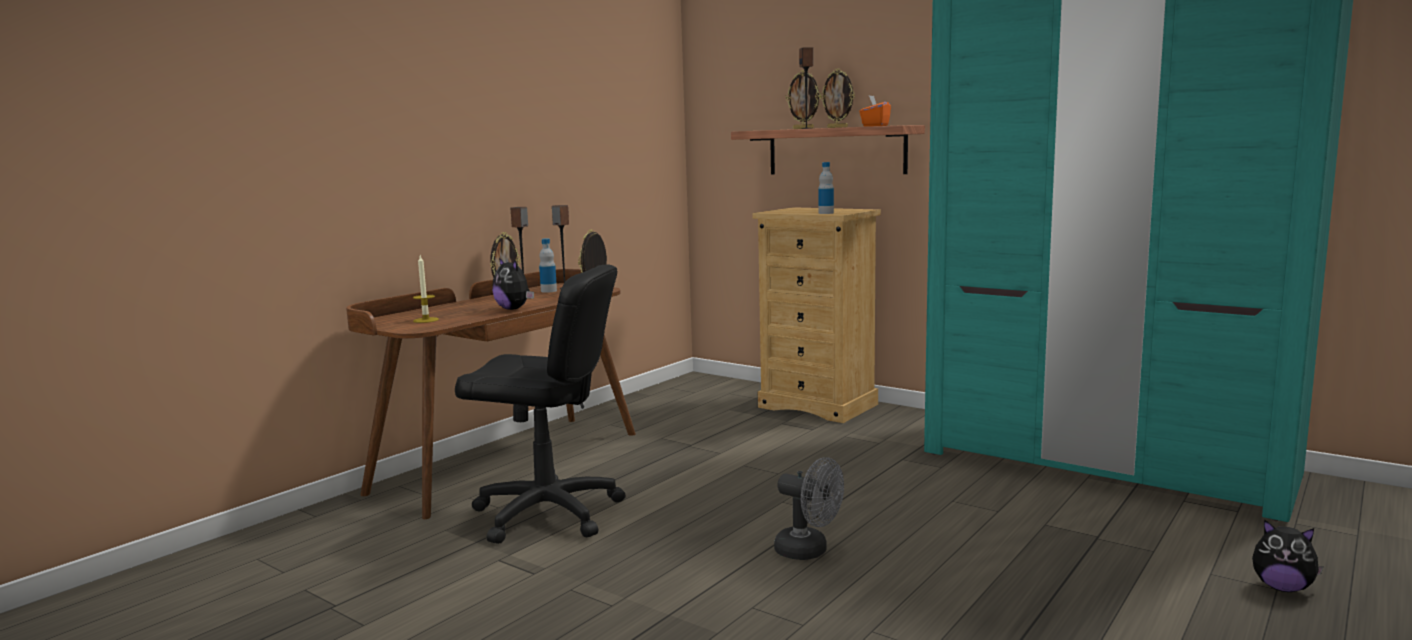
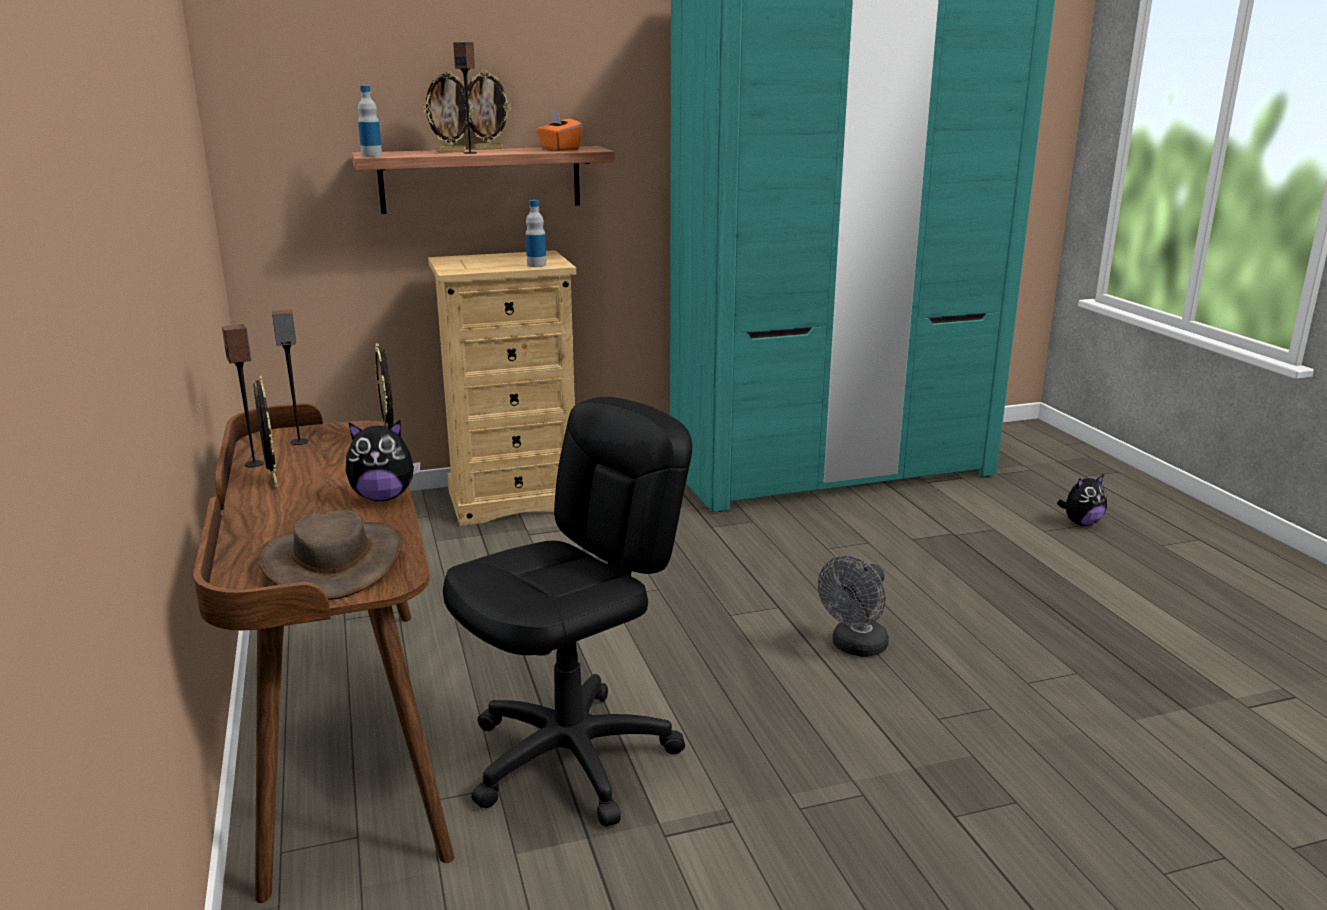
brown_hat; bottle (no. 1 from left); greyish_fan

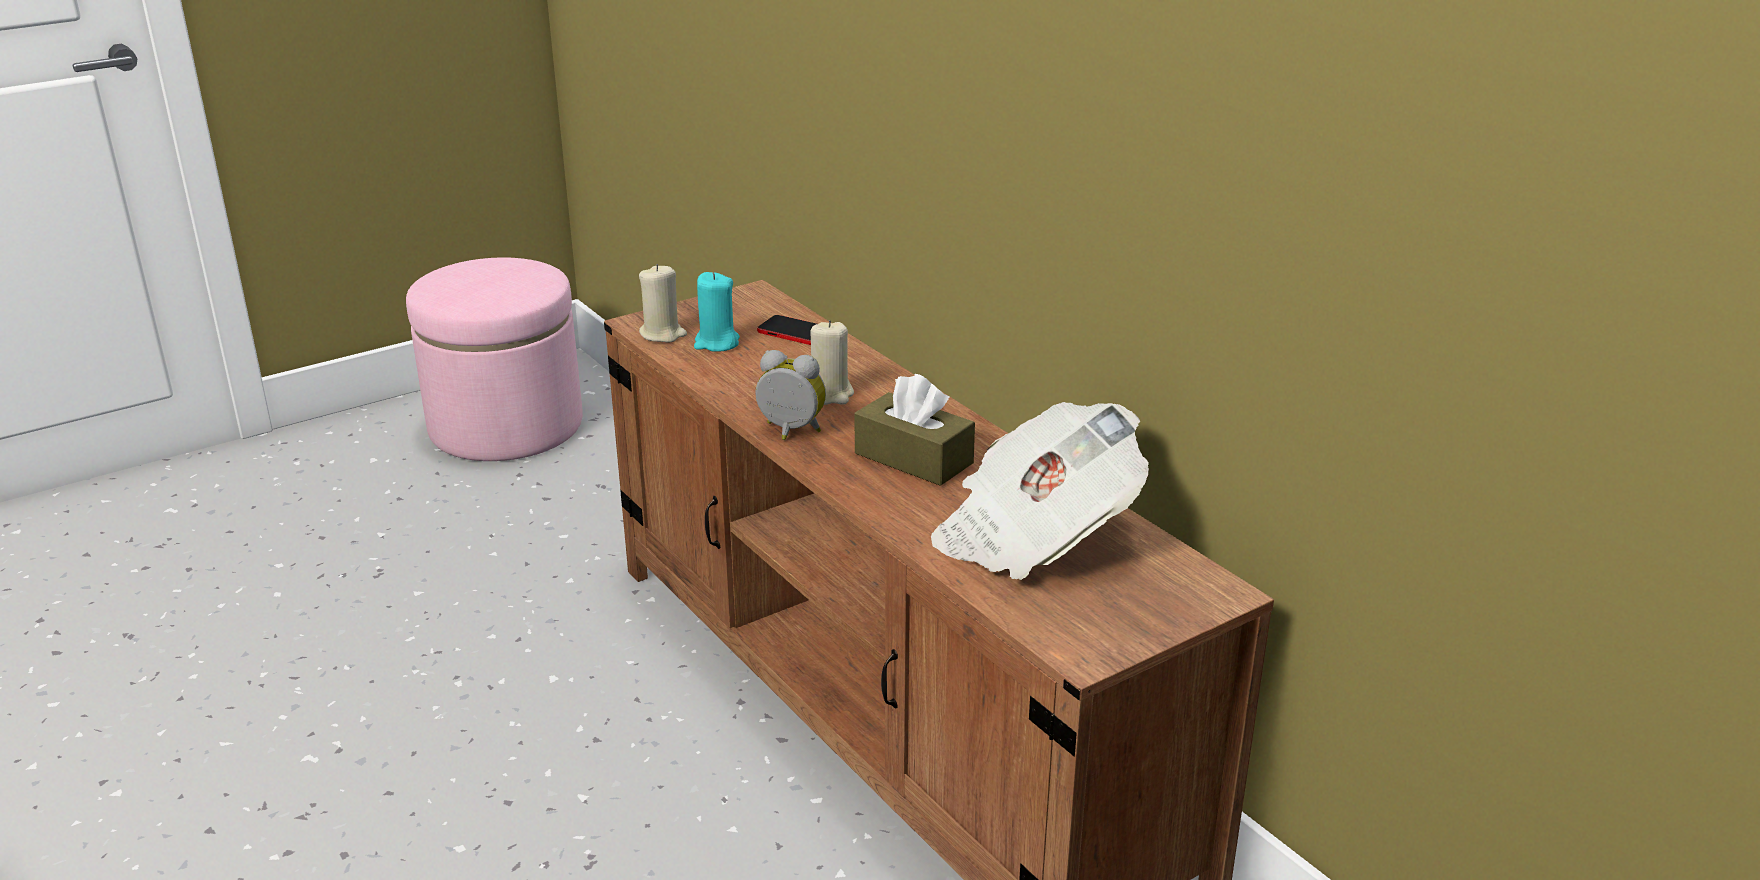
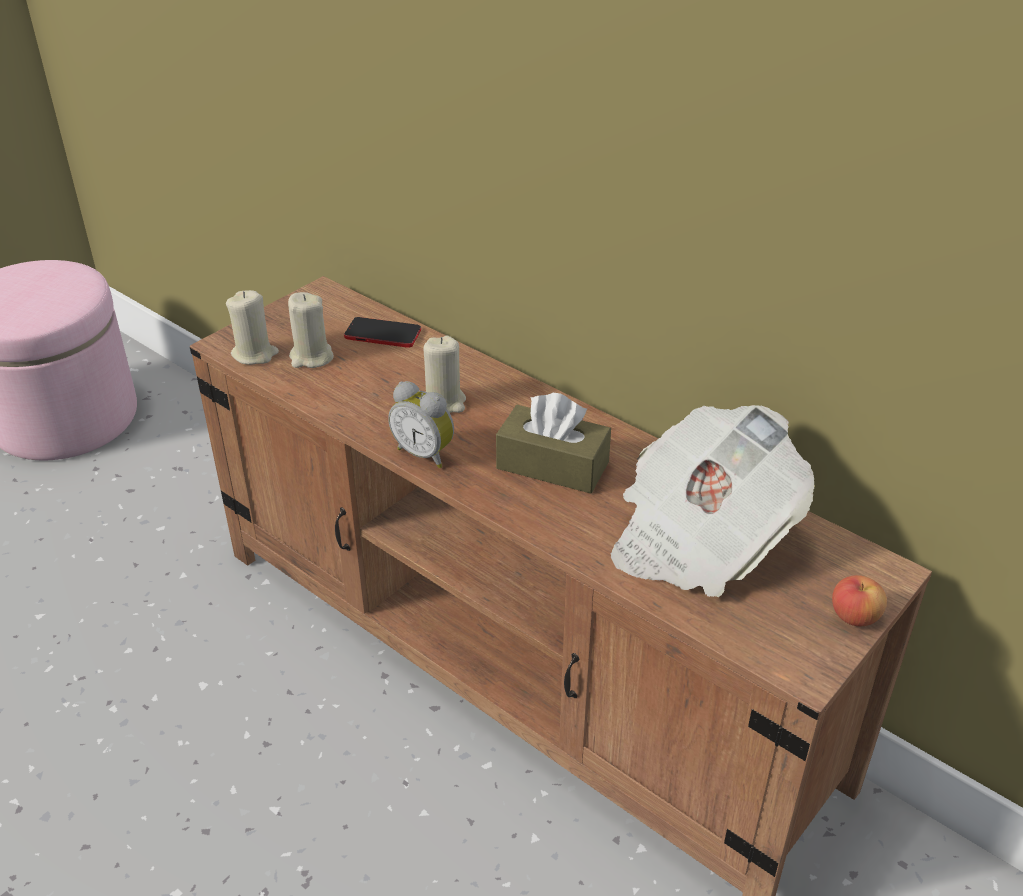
beige_wax_candle (no. 2 from left); table_clock; apple

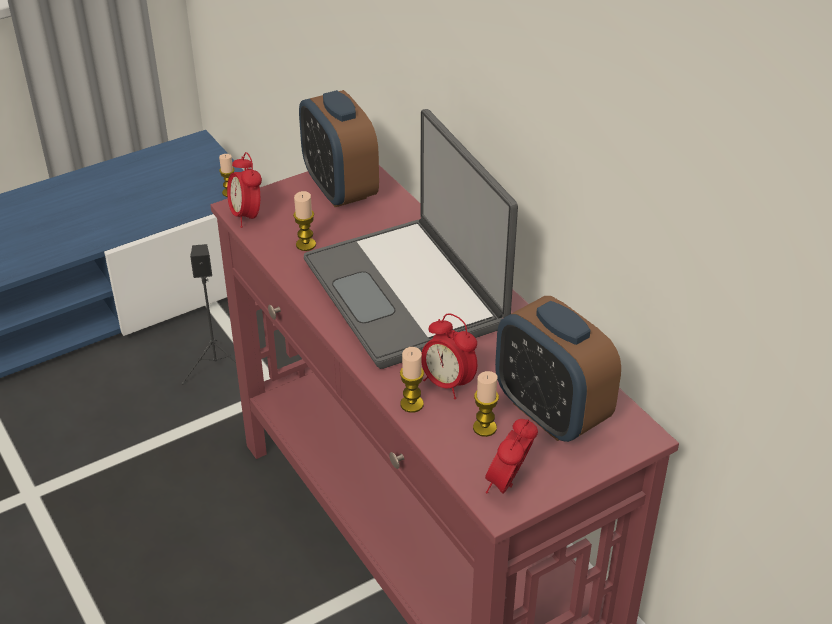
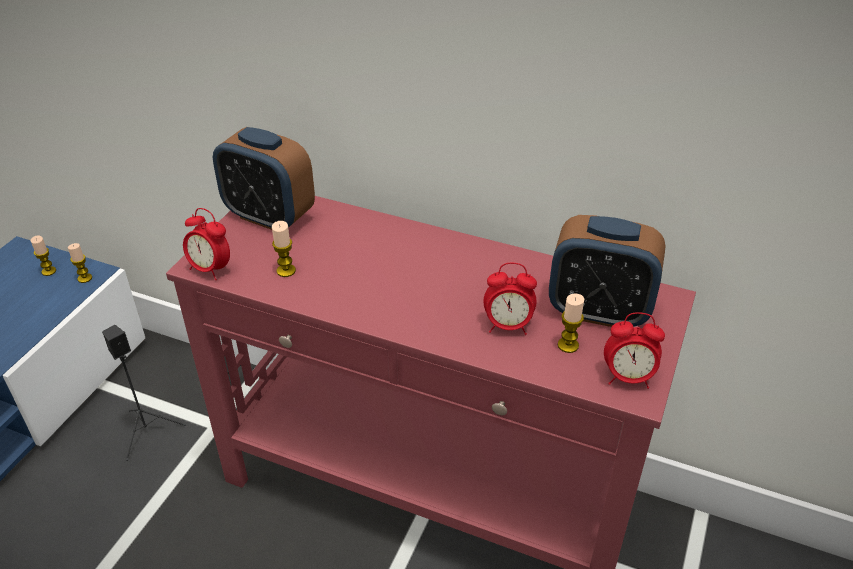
notebook_computer; wax_candle (no. 1 from left); table_clock (no. 5 from left)

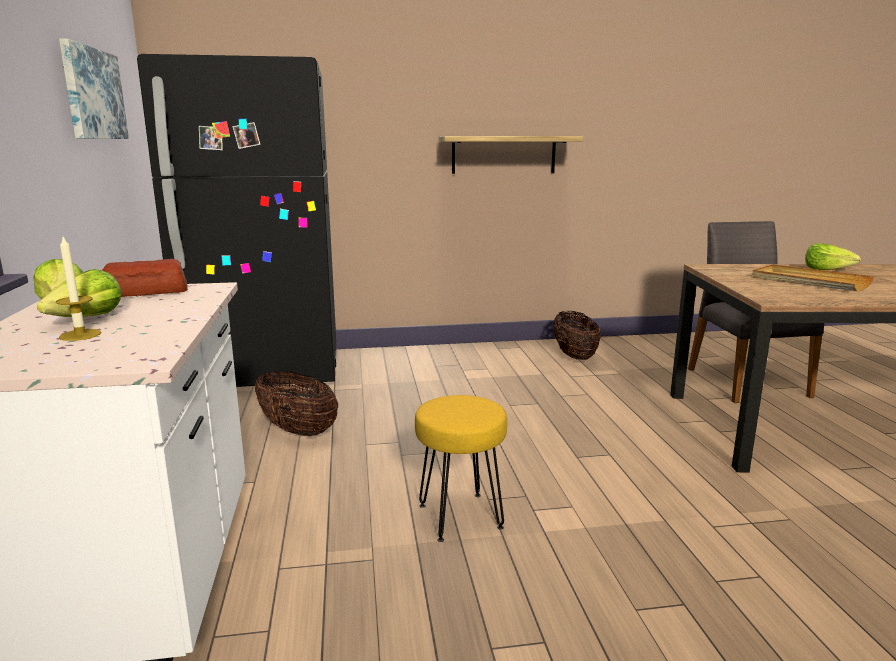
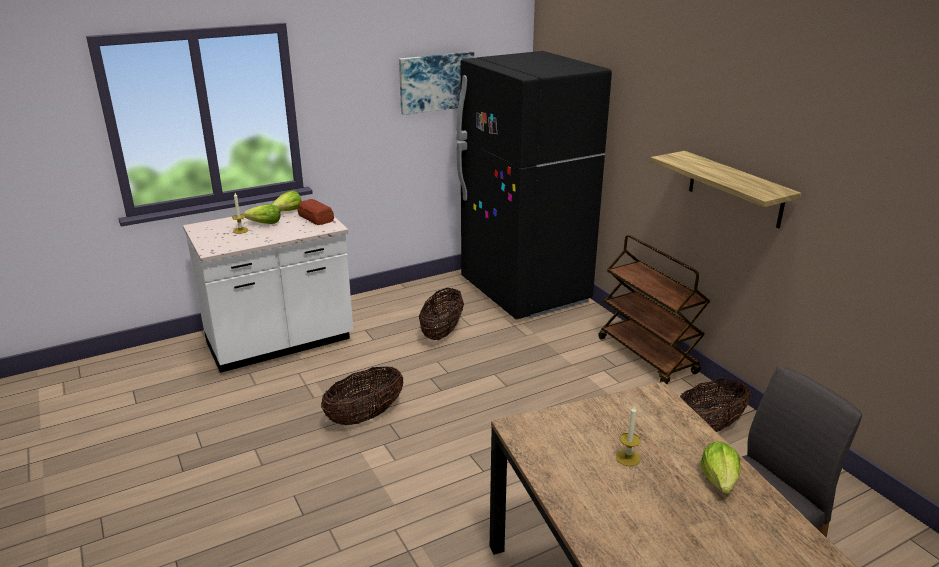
basket (no. 1 from left); wax_candle (no. 2 from left); brown_wheeled_cart

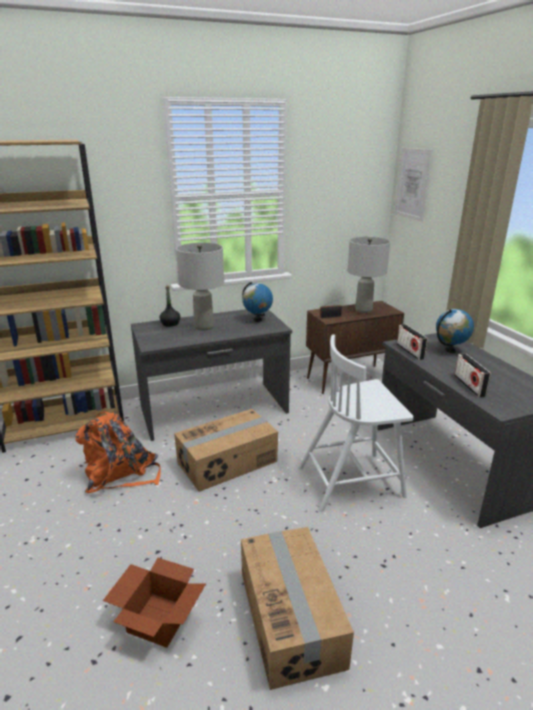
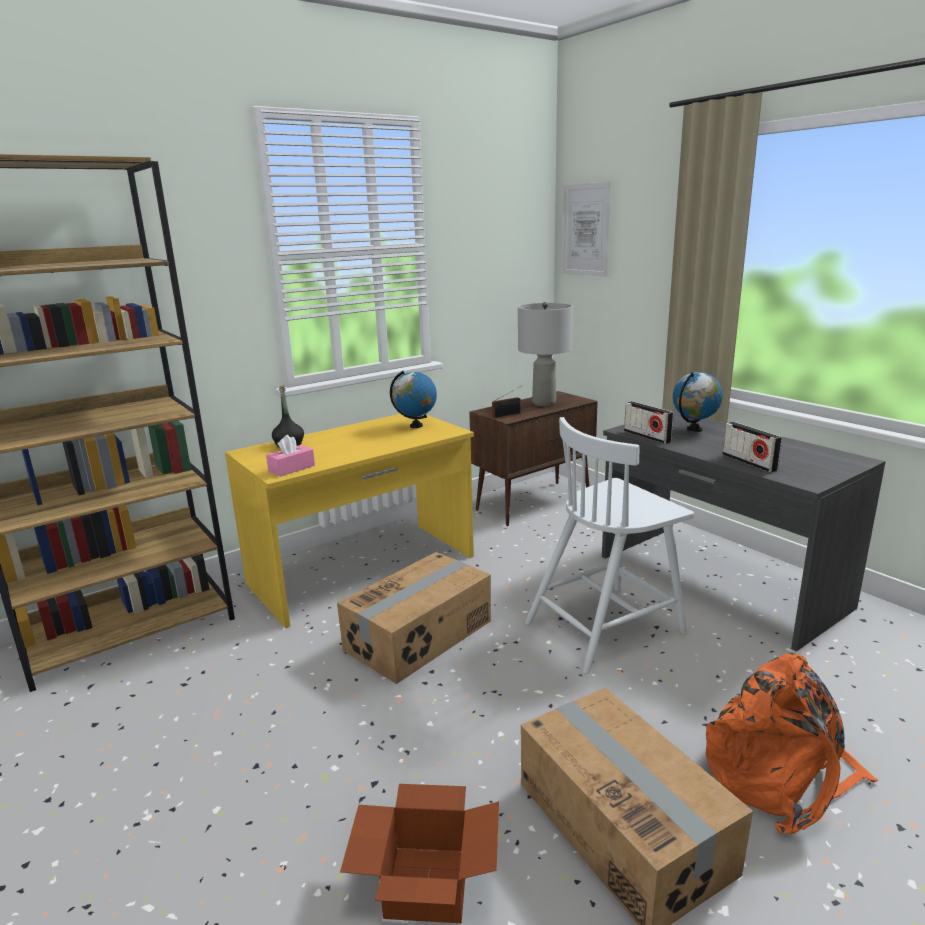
orange-coloured_rucksack; yellowish_desk; greyish_table_lamp (no. 1 from left in the first image); pinkish_box_of_tissues

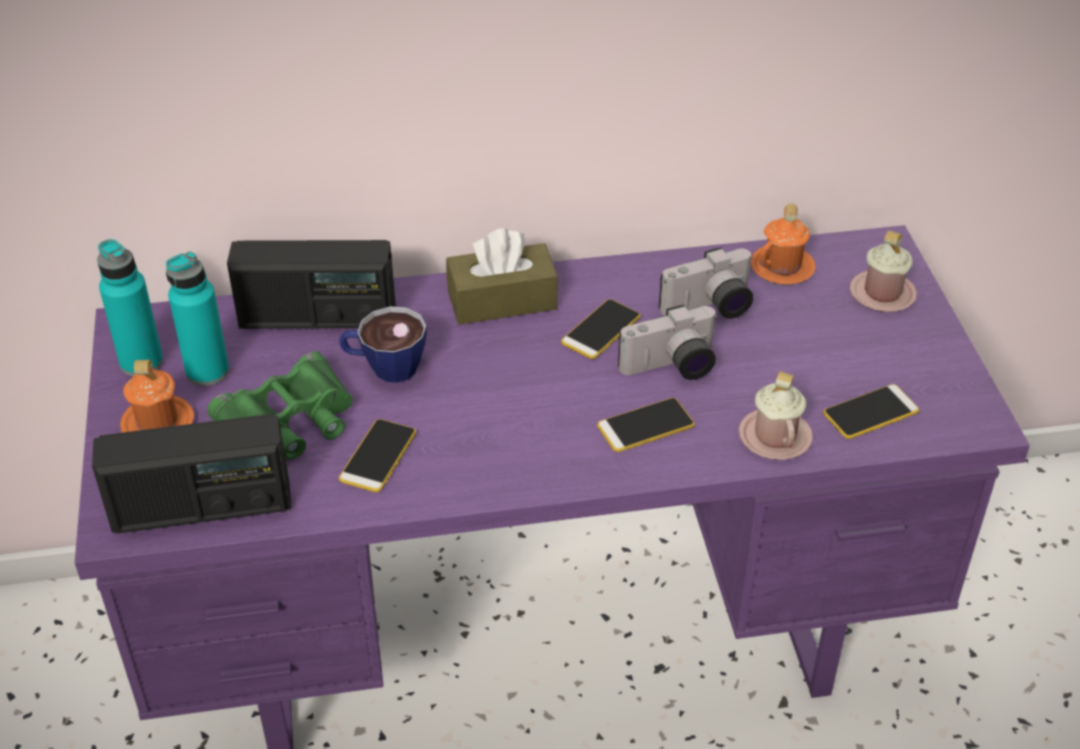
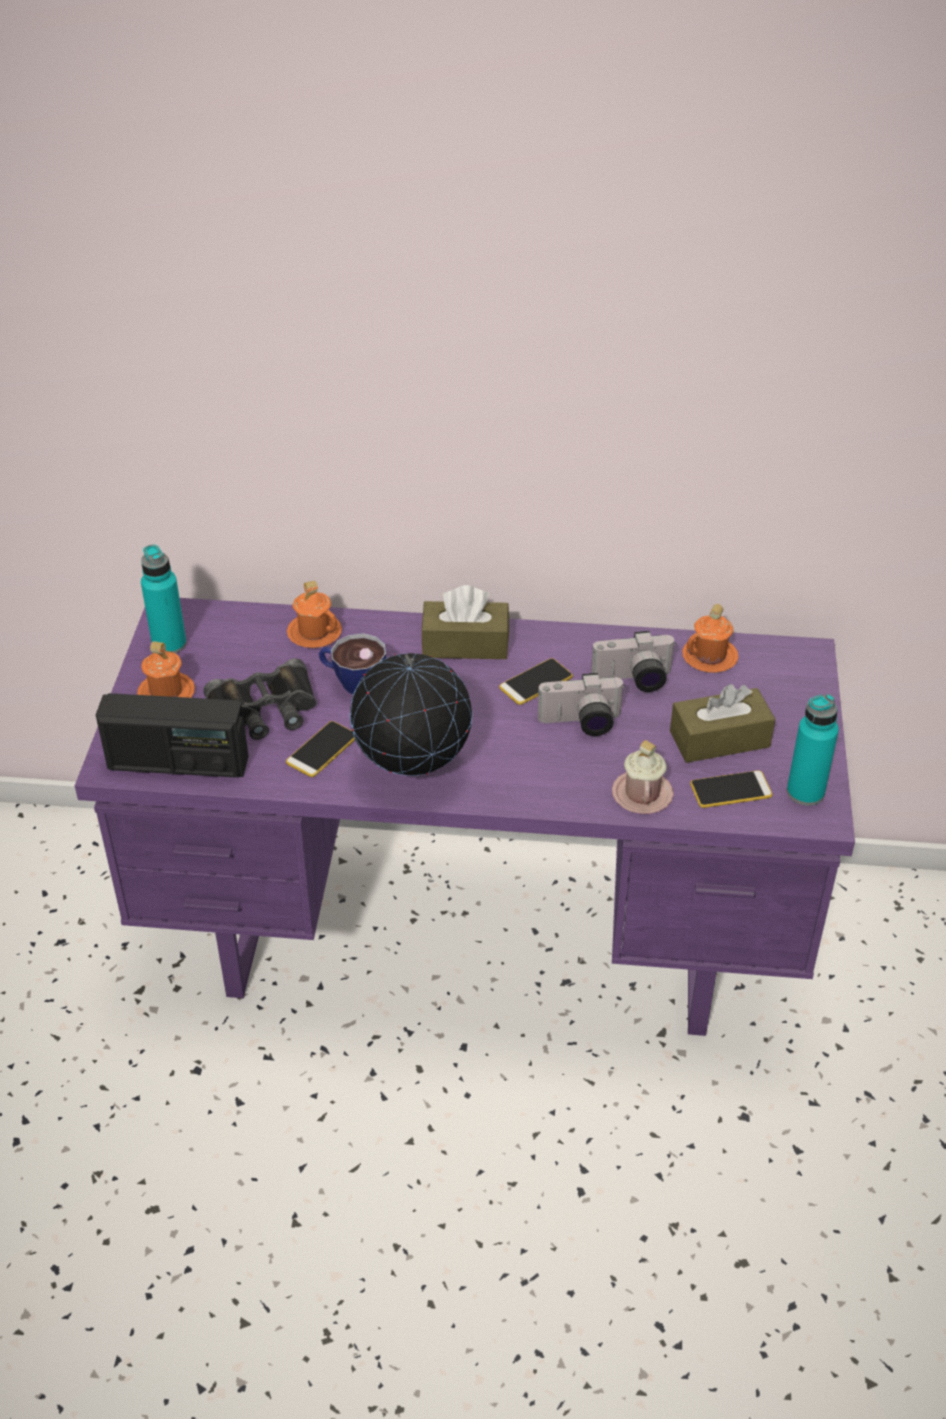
turquoise-coloured_bottle (no. 2 from left); blackish_pair_of_binoculars; orange-coloured_tea_mug (no. 2 from left); telephone (no. 3 from left in the first image); pinkish_tea_mug (no. 2 from left in the first image); world_globe; brown_box_of_tissues (no. 2 from left)

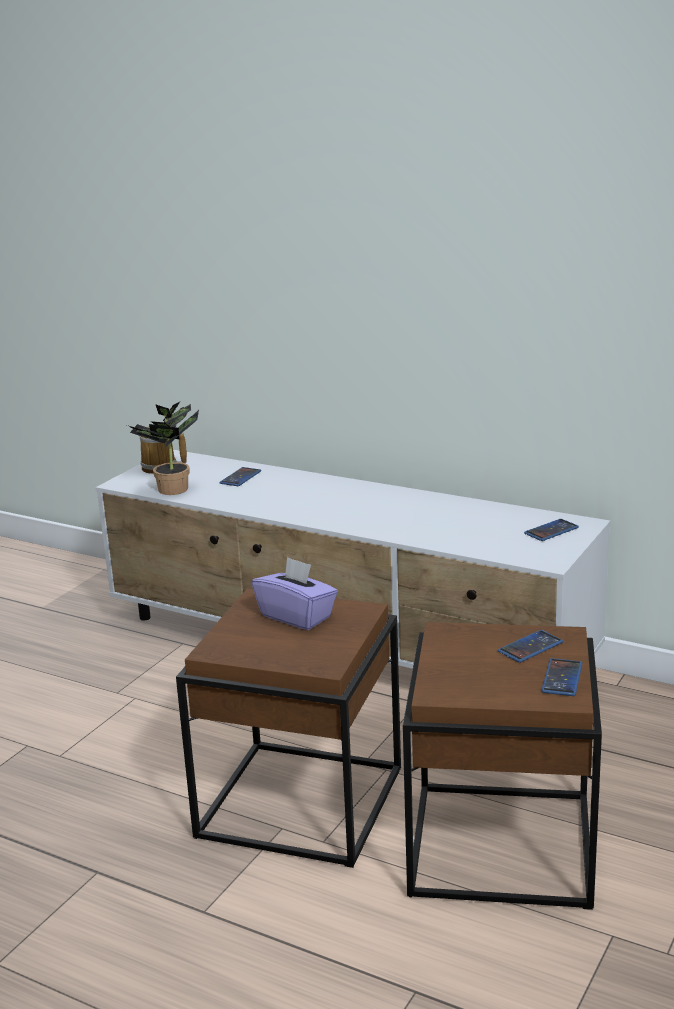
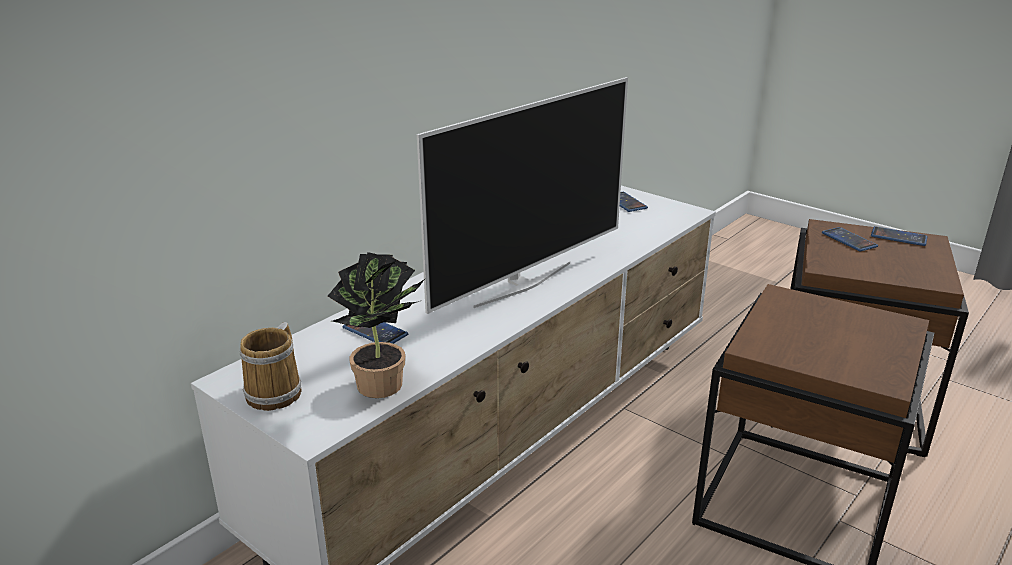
purplish_box_of_tissues; TV_set

